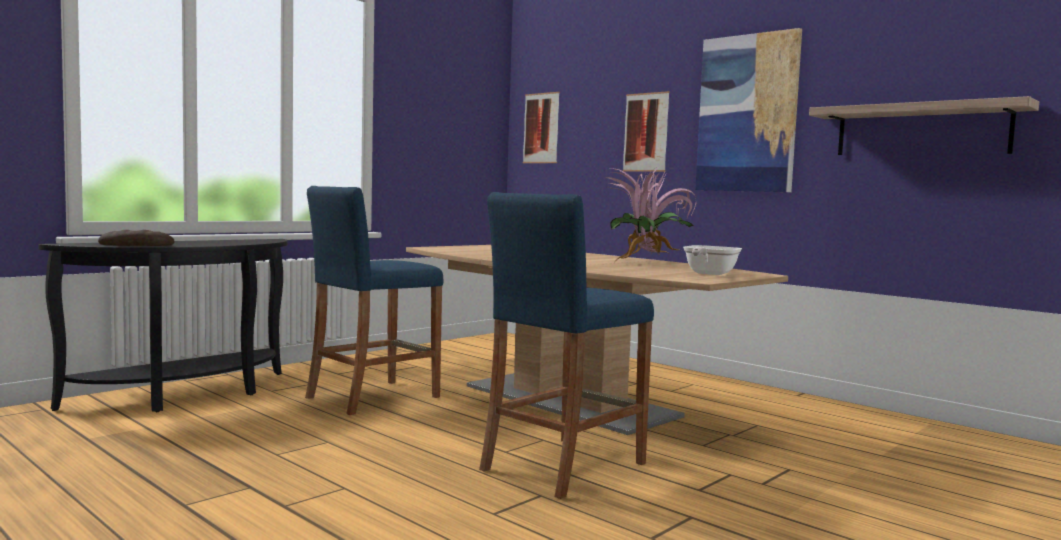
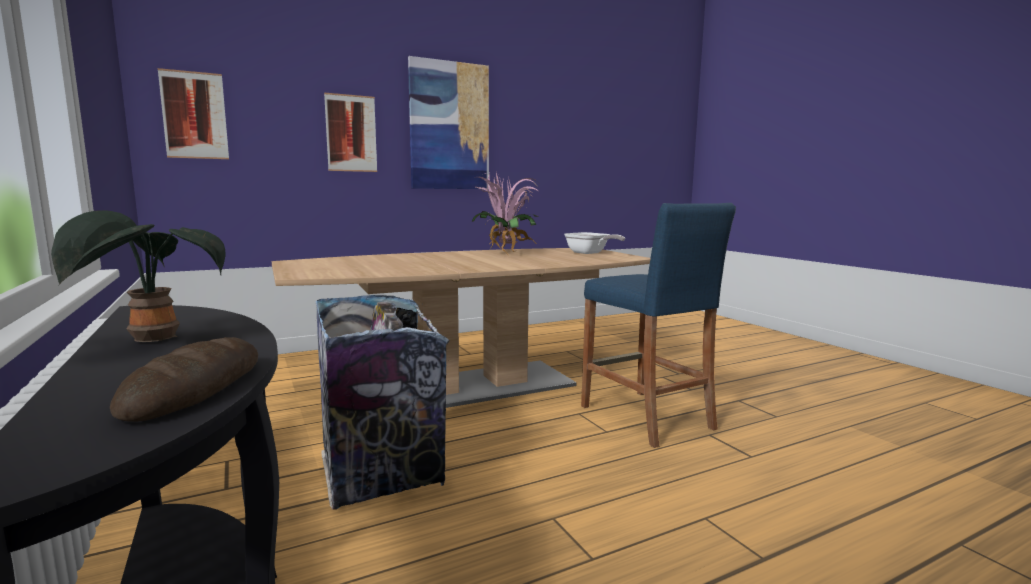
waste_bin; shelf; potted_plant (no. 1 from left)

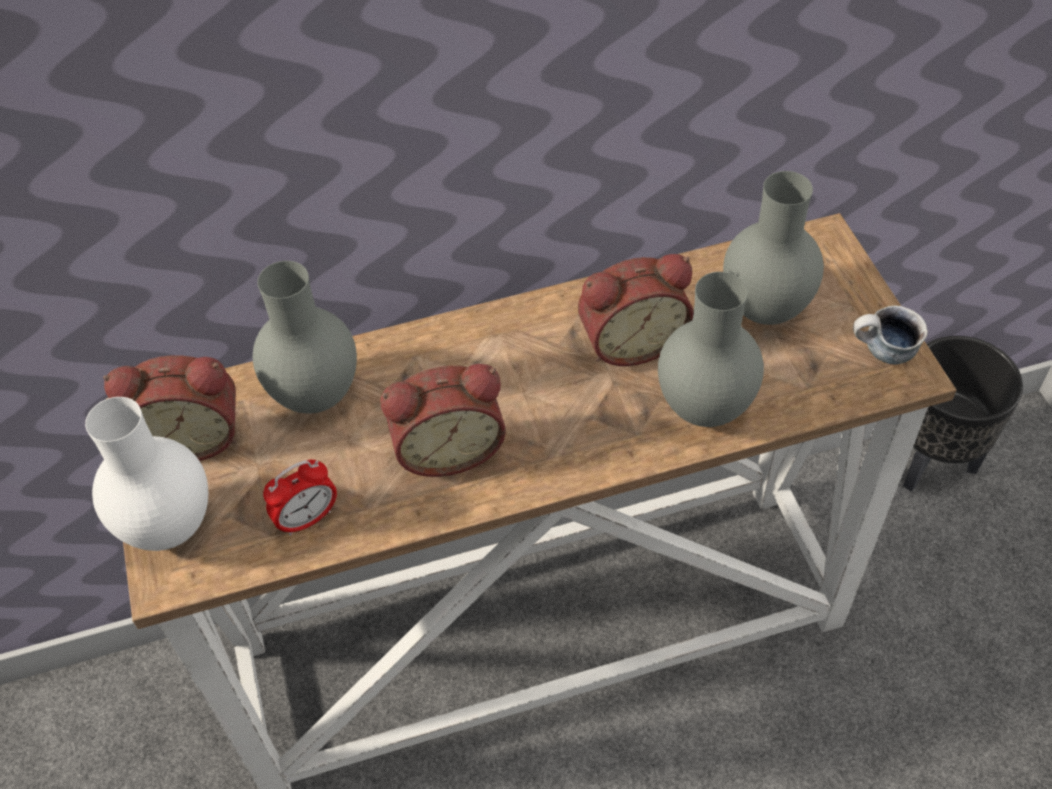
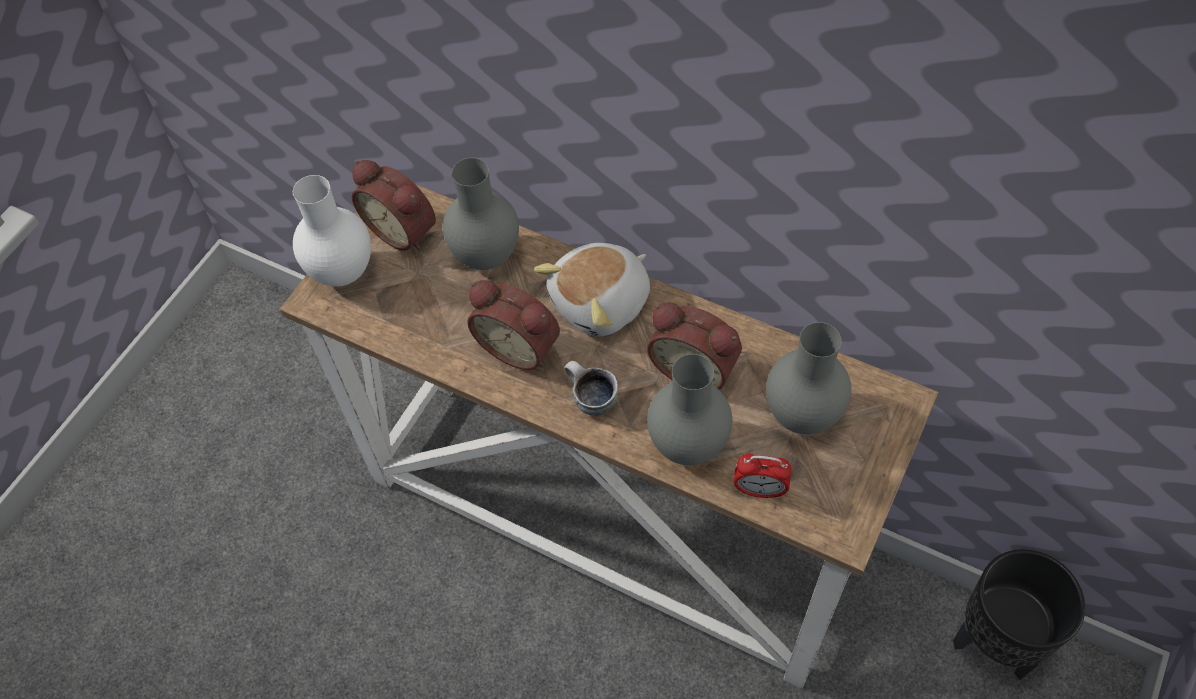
table_clock (no. 4 from left); tea_mug; plush_toy

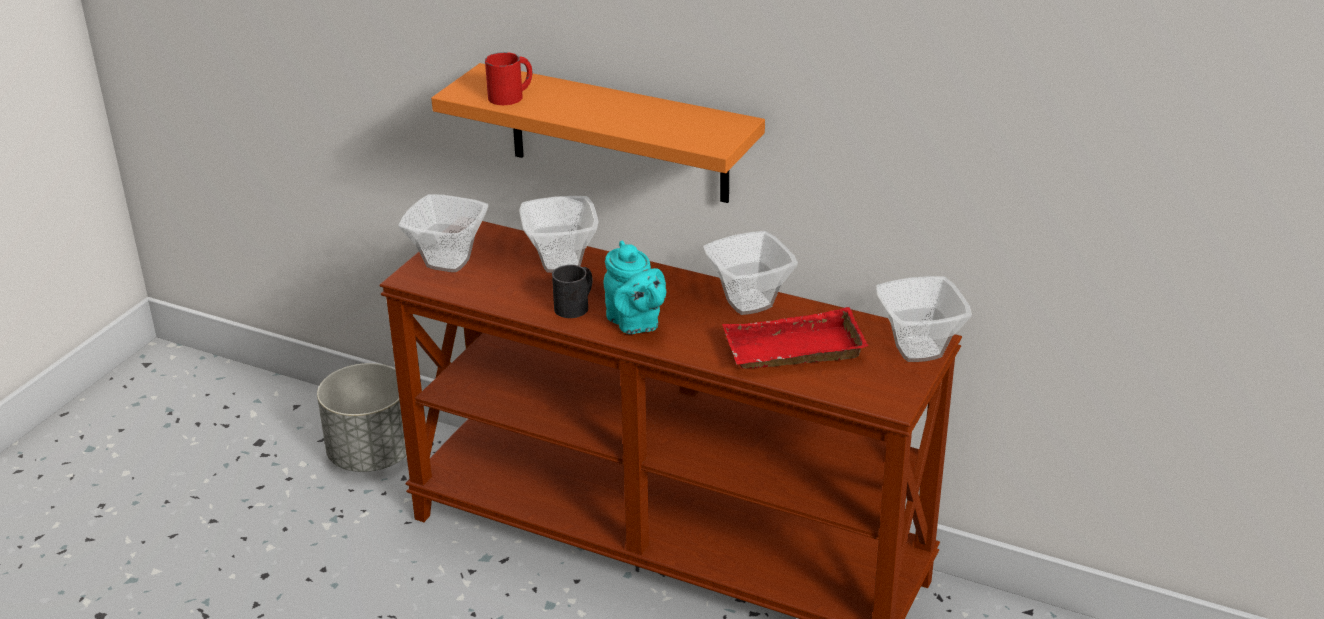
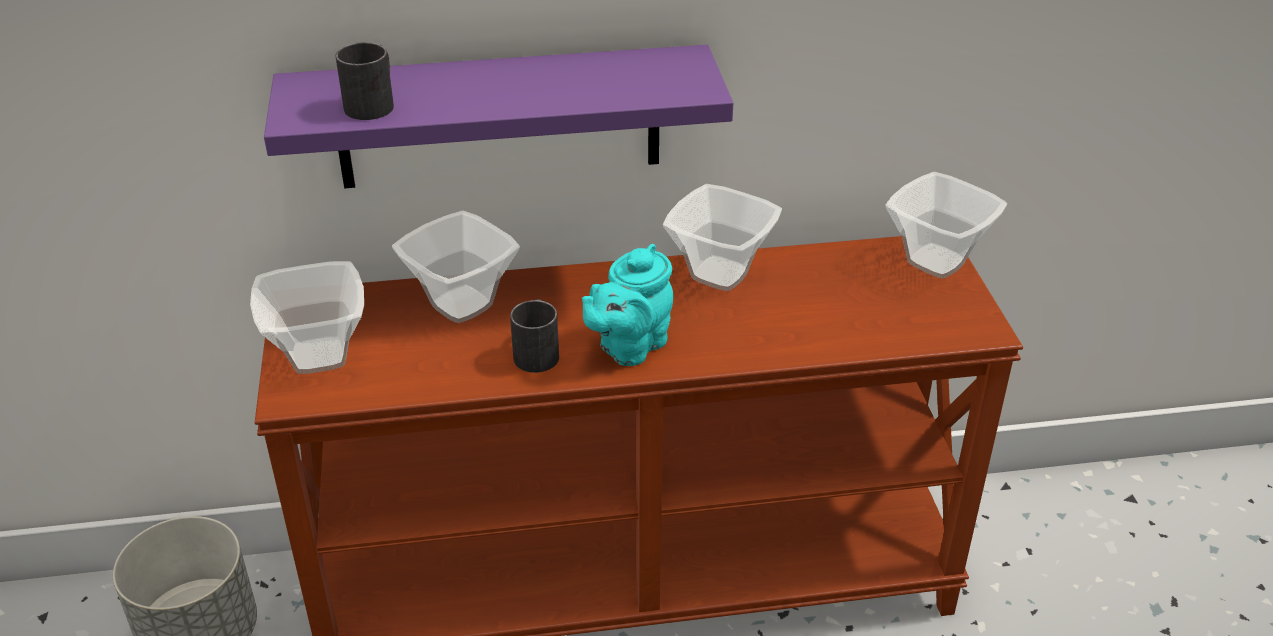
purplish_shelf; blackish_tea_mug (no. 1 from left); turquoise-coloured_teapot; red_carrying_tray

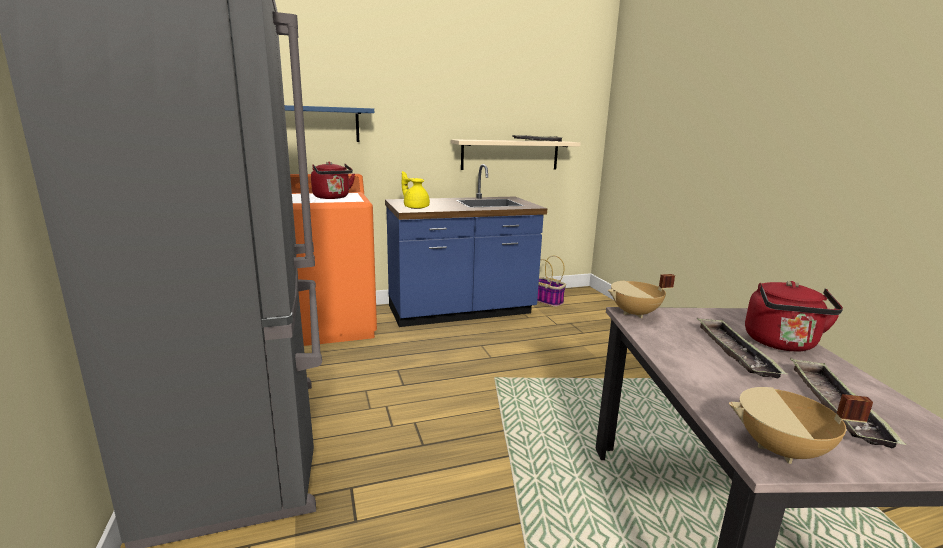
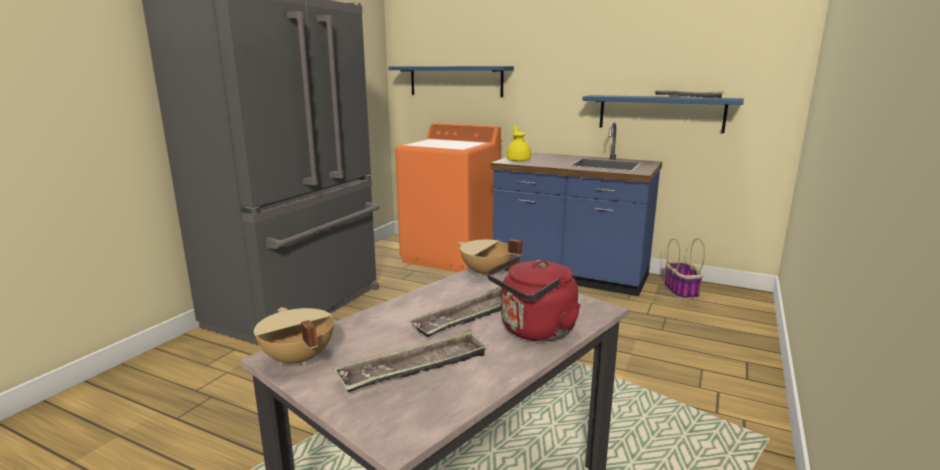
red_kettle (no. 1 from left in the first image); blue-coloured_shelf (no. 2 from left)

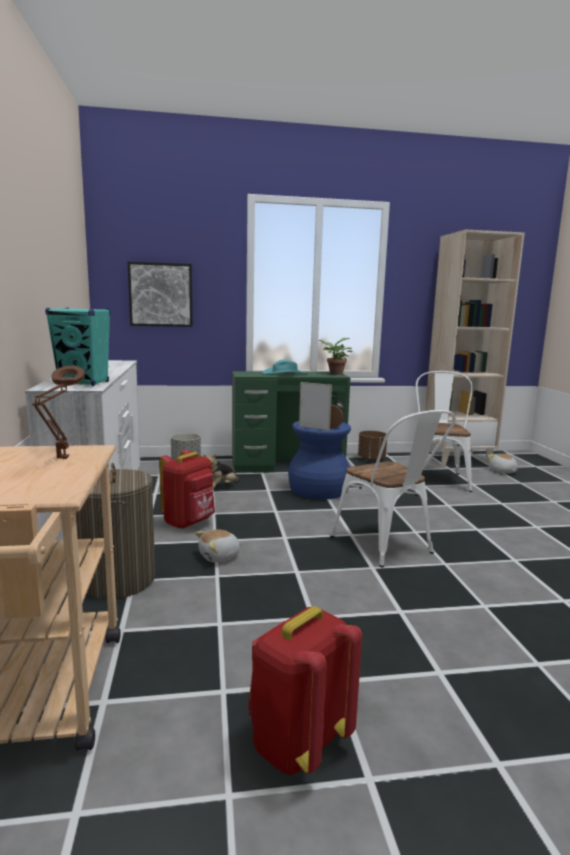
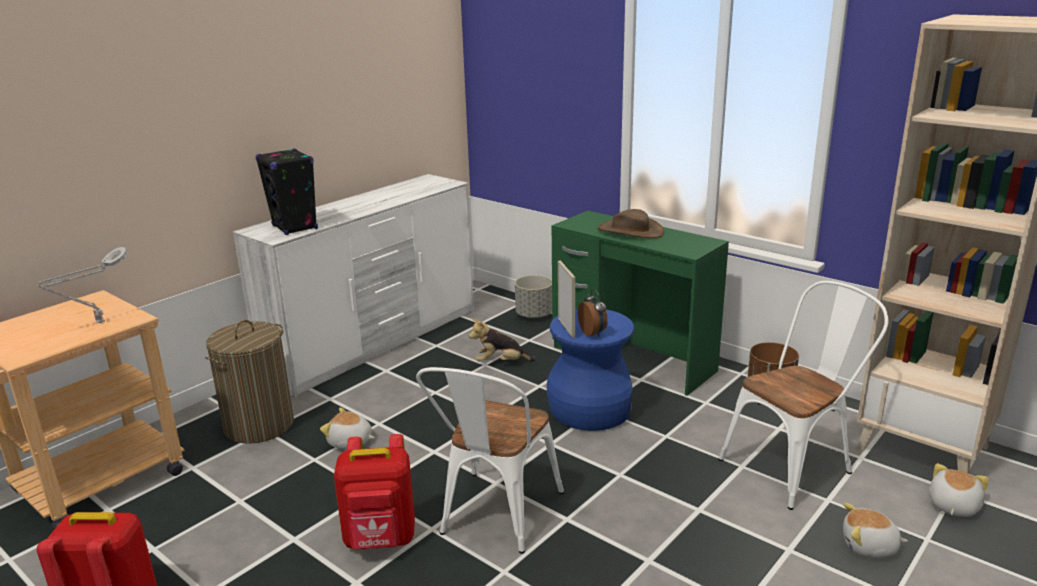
greyish_table_lamp; blackish_speaker; wall_art; red_rucksack (no. 2 from left); brown_hat; potted_plant; plush_toy (no. 3 from left)

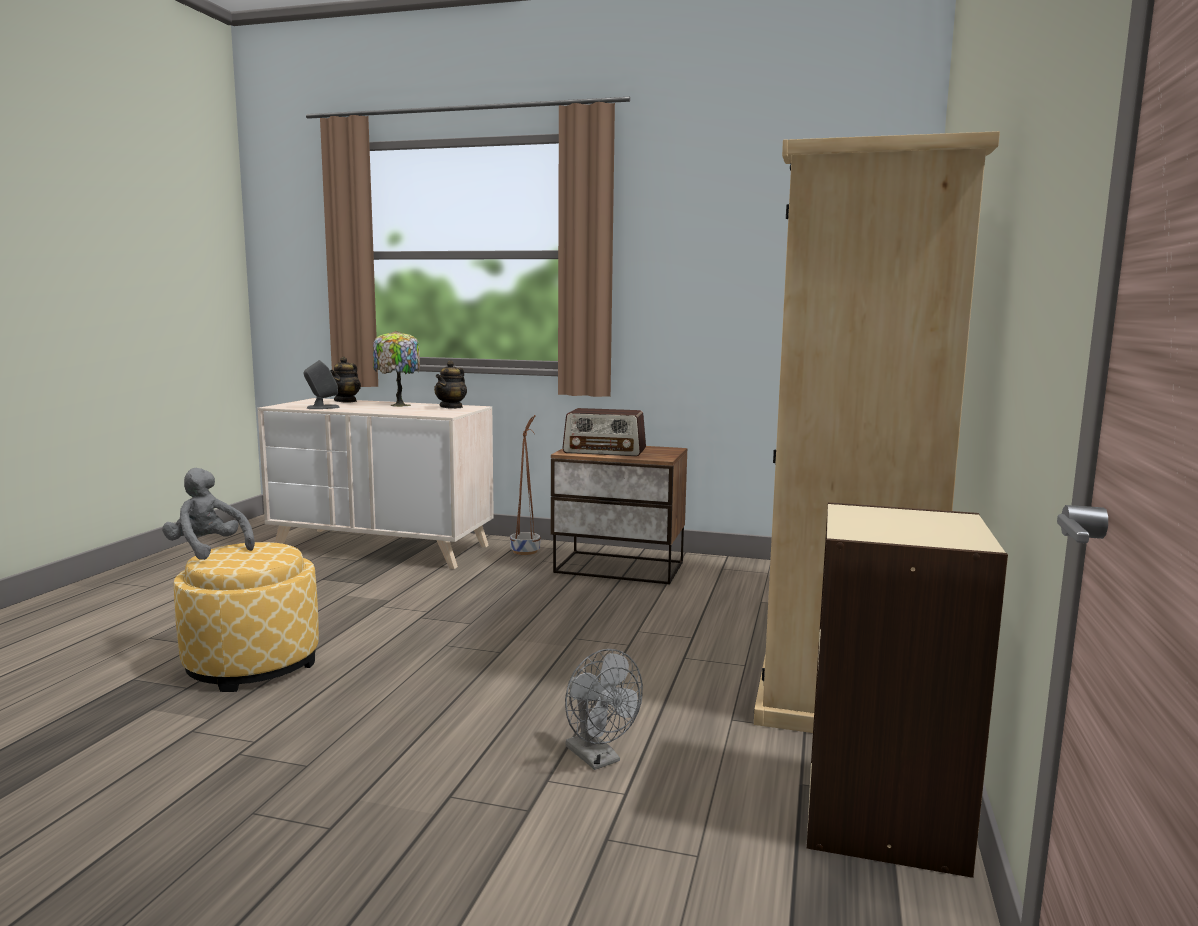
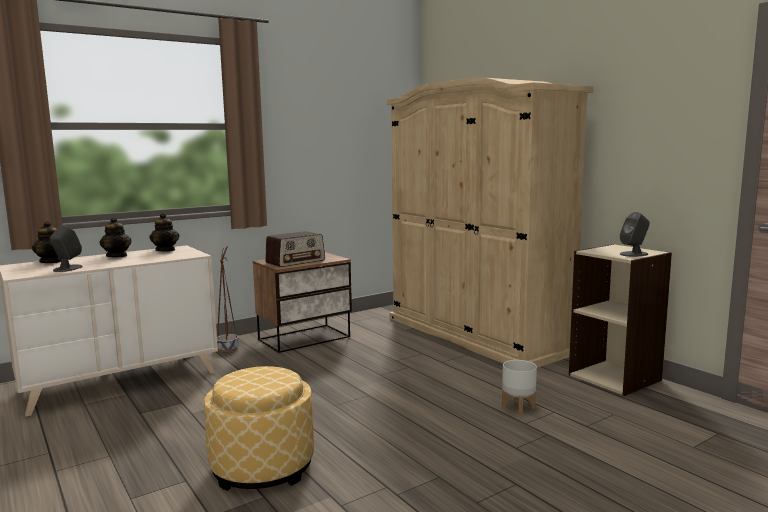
greyish_plush_toy; teapot (no. 2 from left); white-coloured_plant_pot; greyish_speaker (no. 2 from left)

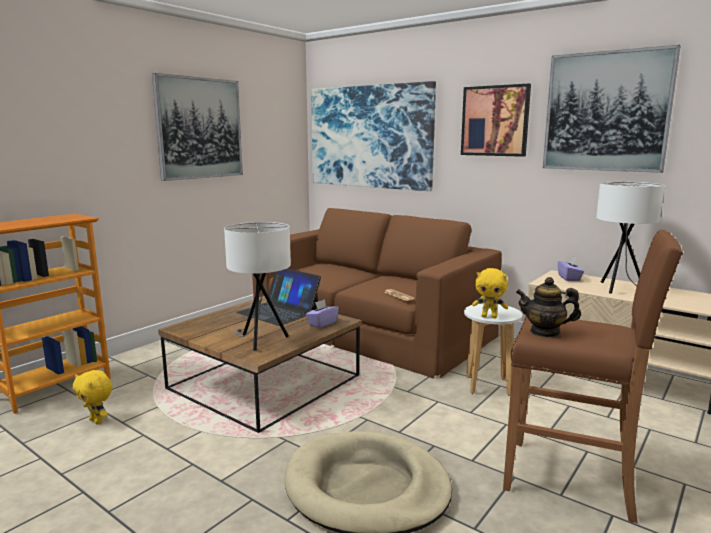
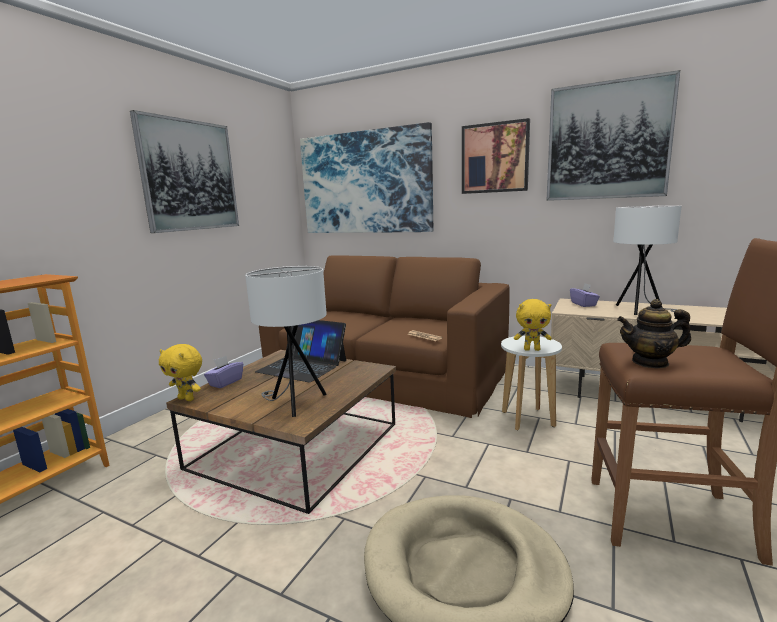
yellowish_plush_toy (no. 1 from left); purplish_box_of_tissues (no. 1 from left)

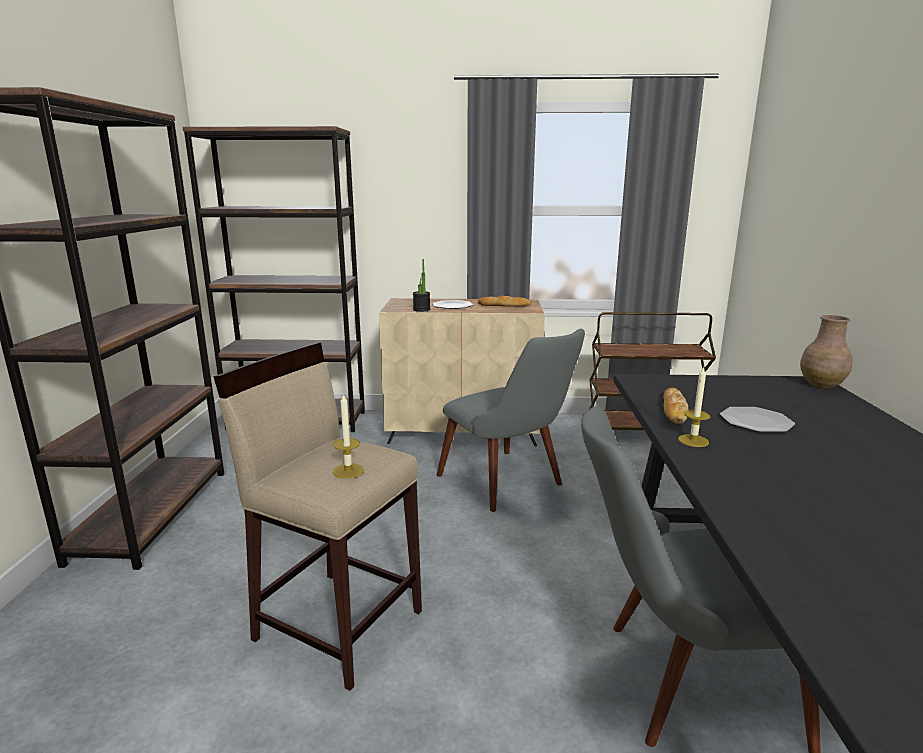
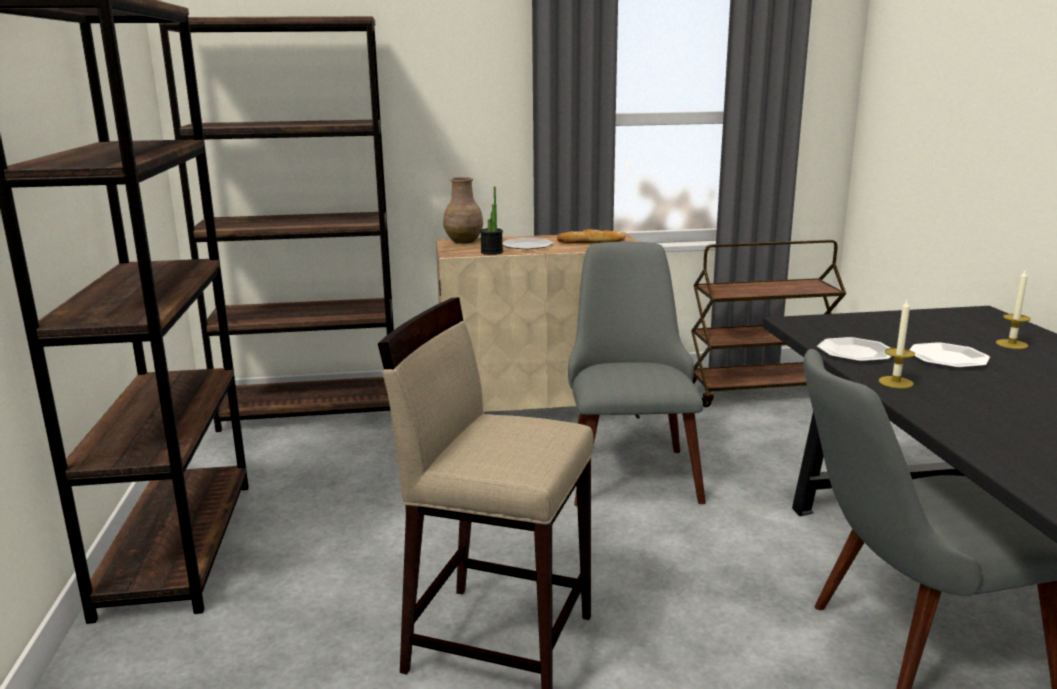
wax_candle (no. 2 from left); greyish_chair (no. 1 from left); flat_dish (no. 2 from left); brown_vase

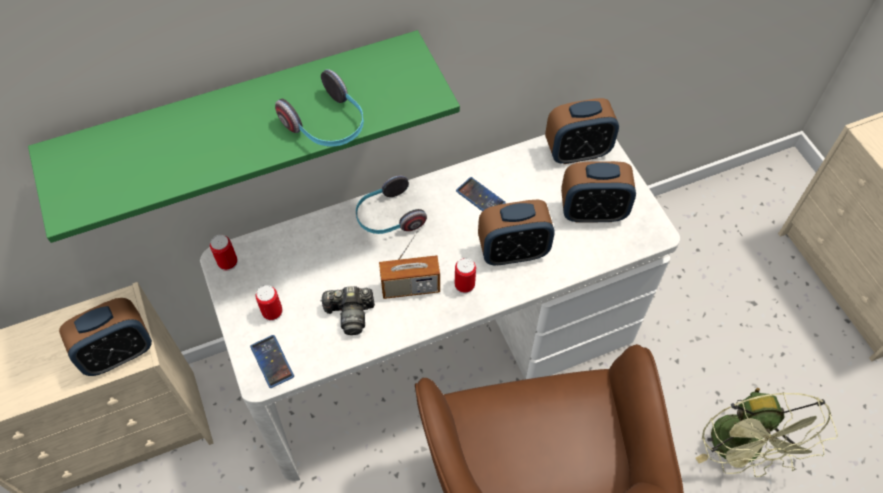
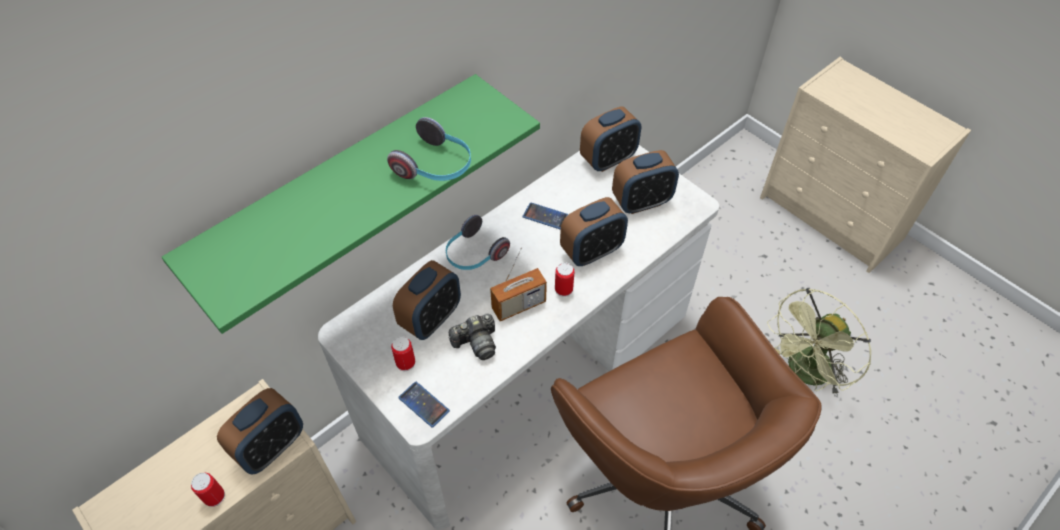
metal_can (no. 1 from left); greenish_fan; table_clock (no. 2 from left)

